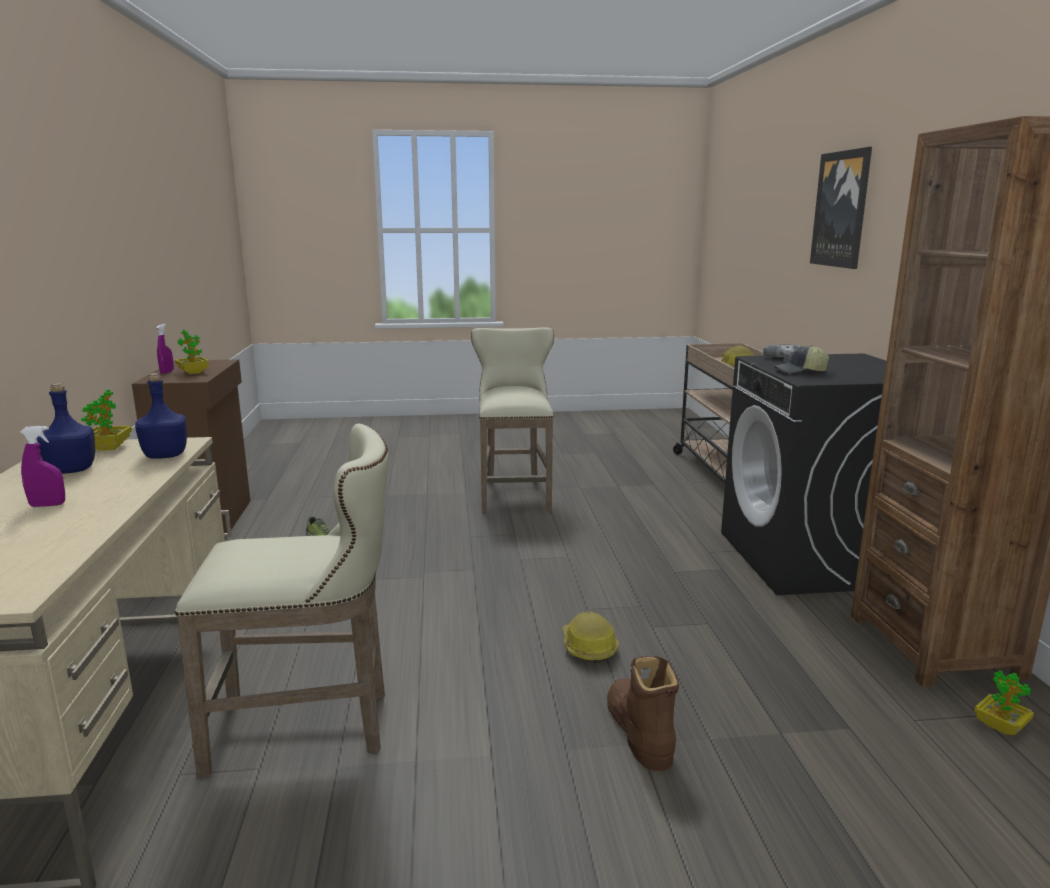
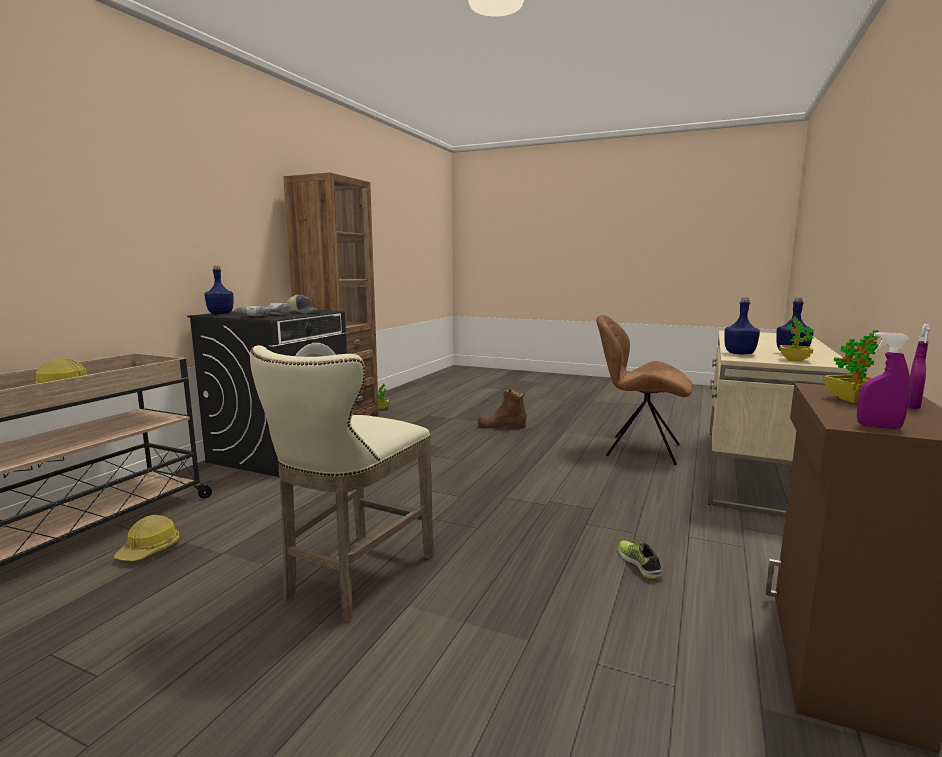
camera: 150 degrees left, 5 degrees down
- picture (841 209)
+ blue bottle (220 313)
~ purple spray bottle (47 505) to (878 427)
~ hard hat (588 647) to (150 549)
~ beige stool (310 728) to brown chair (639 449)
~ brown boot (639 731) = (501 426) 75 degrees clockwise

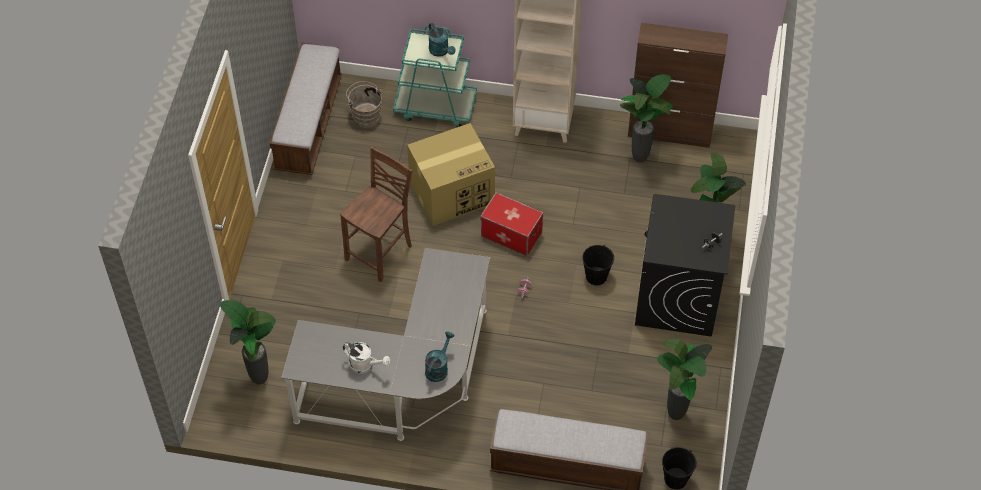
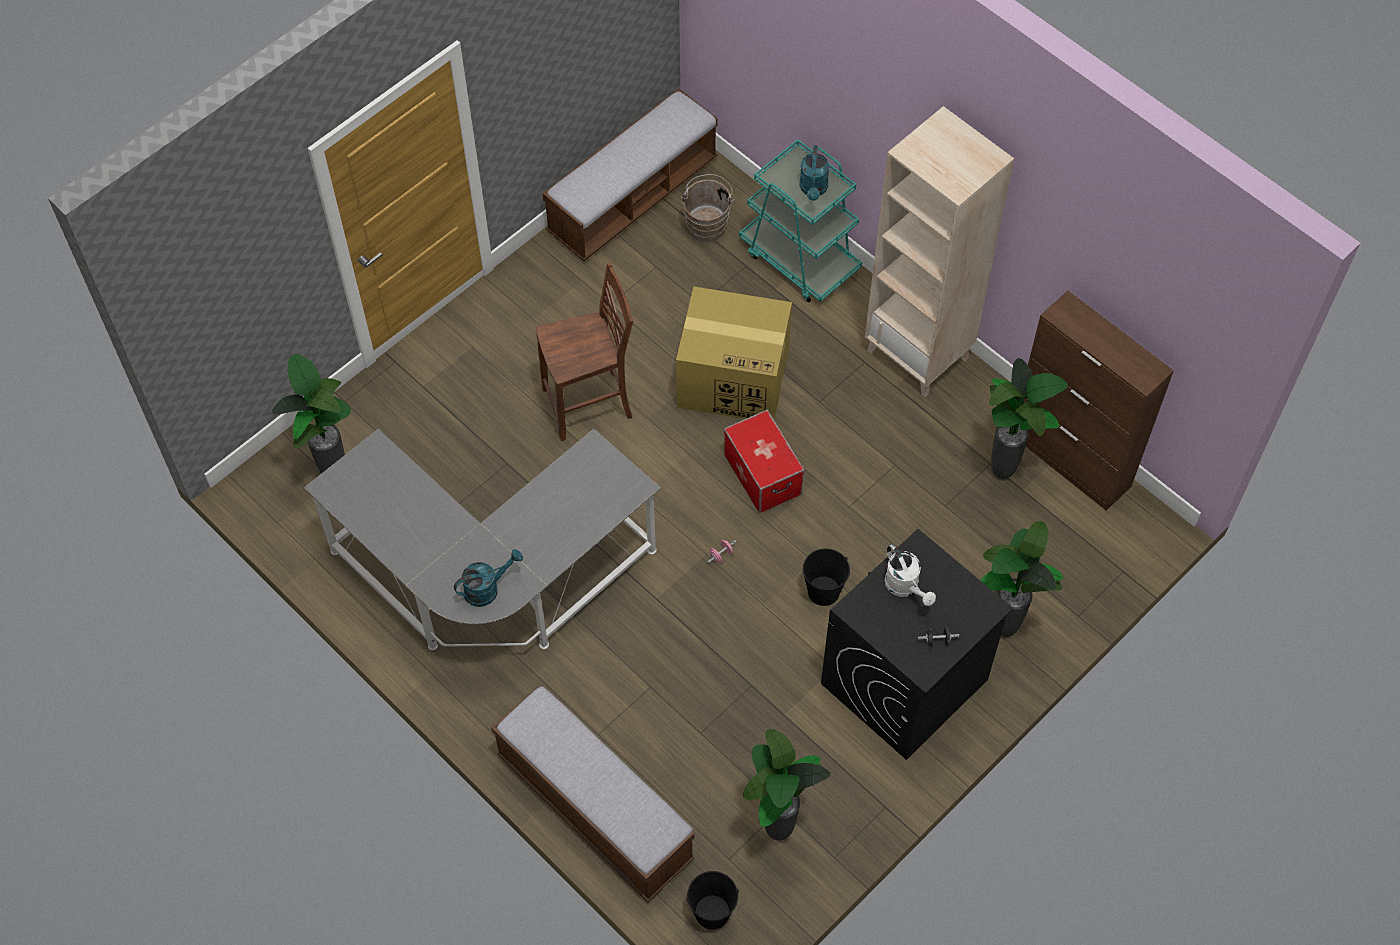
camera: 35 degrees right, 5 degrees up
~ white watering can (365 365) to (905 587)

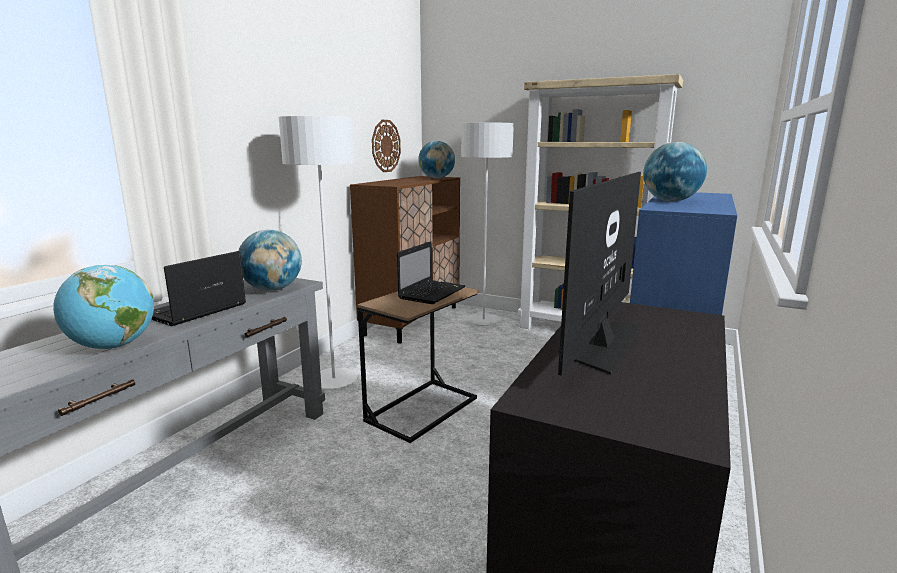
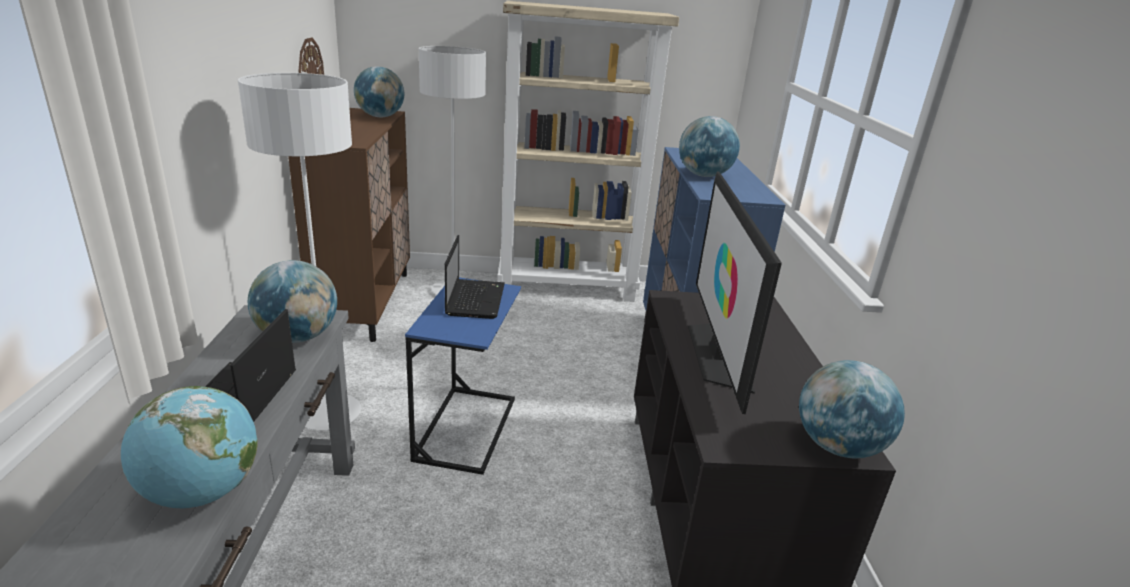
camera: 30 degrees left, 10 degrees up
+ globe (837 446)
~ brown side table (422 409) to blue side table (466 428)

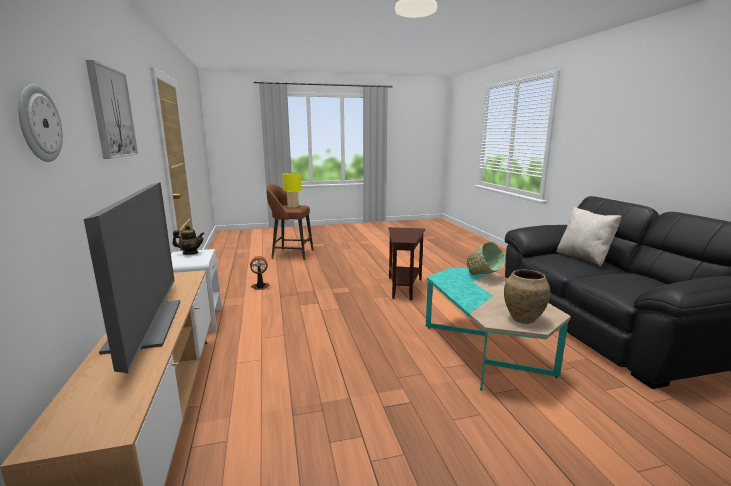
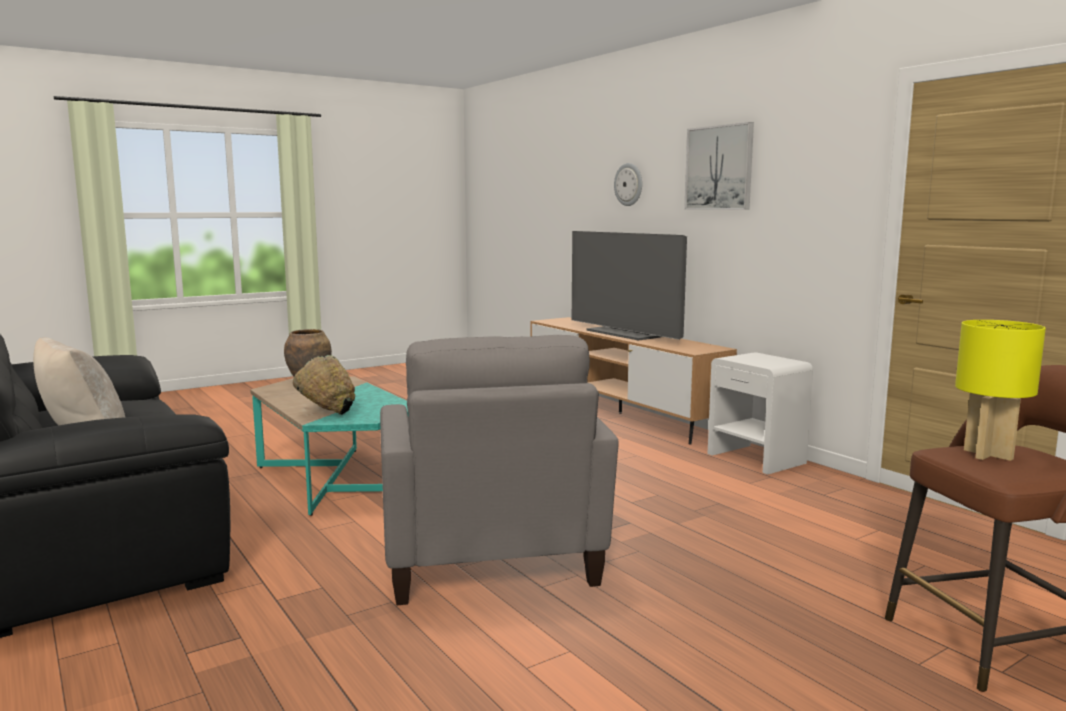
camera: 160 degrees right, 5 degrees down
- teapot (190 253)
- fan (260 287)
~ brown side table (404 287) to grey armchair (489 561)
~ green bowl (484 277) to black bowl (327 413)

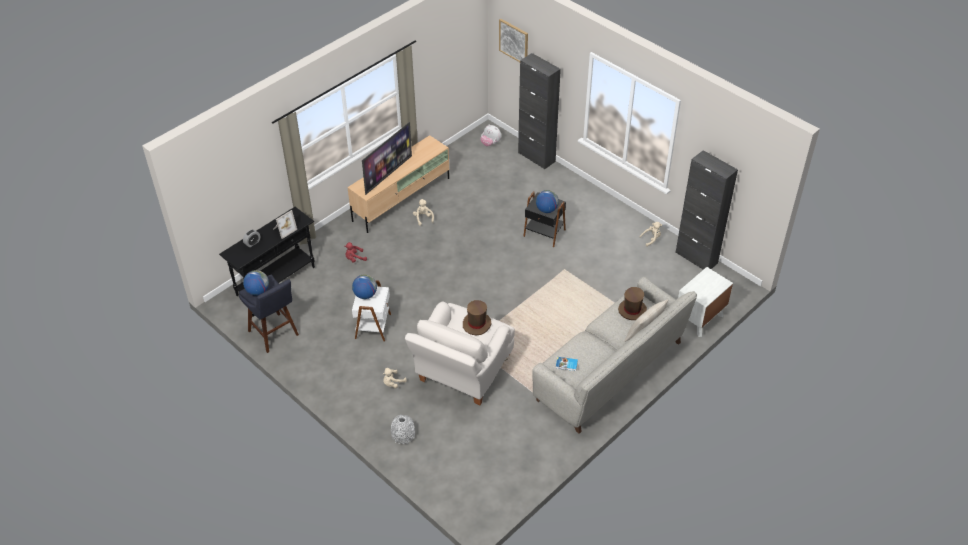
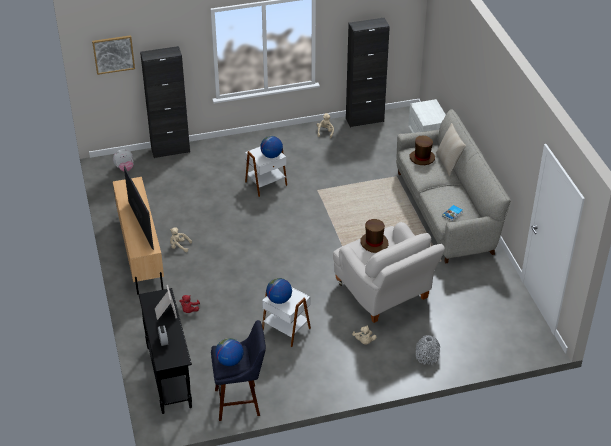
camera: 60 degrees left, 5 degrees down
~ black side table (544 233) to white side table (266 184)

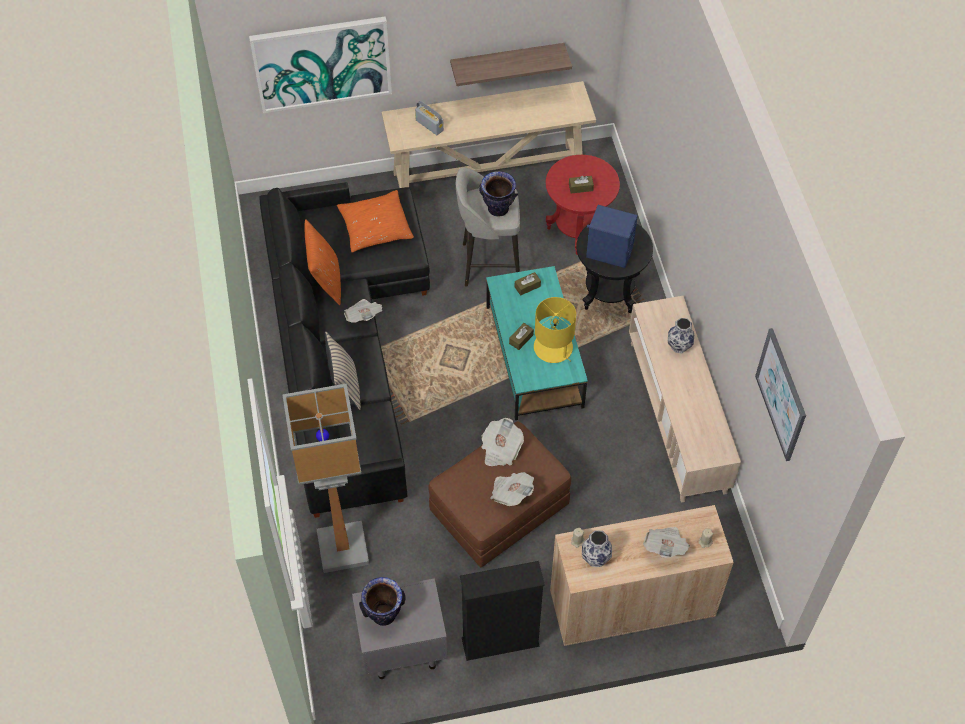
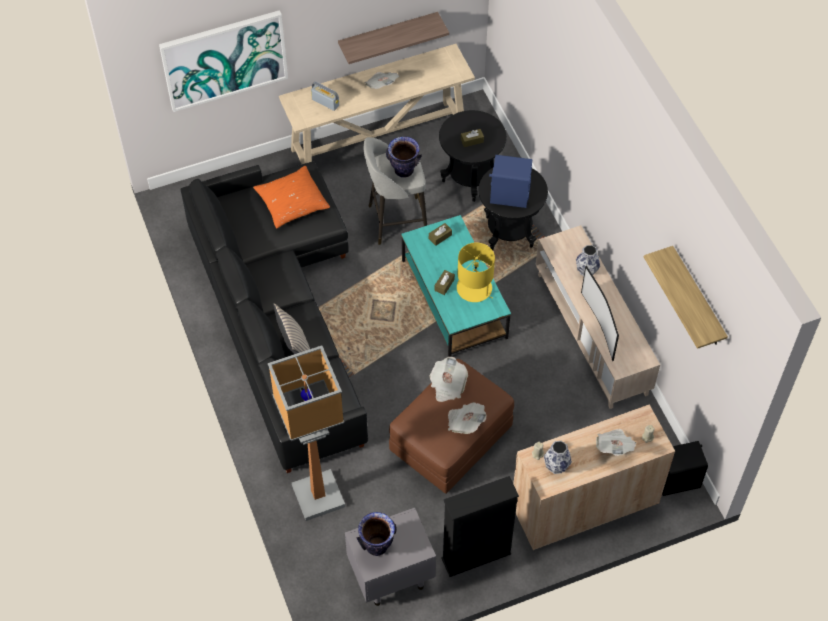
camera: 10 degrees left, 0 degrees up
- orange pillow (326 280)
+ television (600 325)
+ black speaker (677 479)
~ newspaper (363 316) to (381 85)
~ picture (781 394) to shelf (697 299)
~ red side table (578 230) to black side table (470 179)

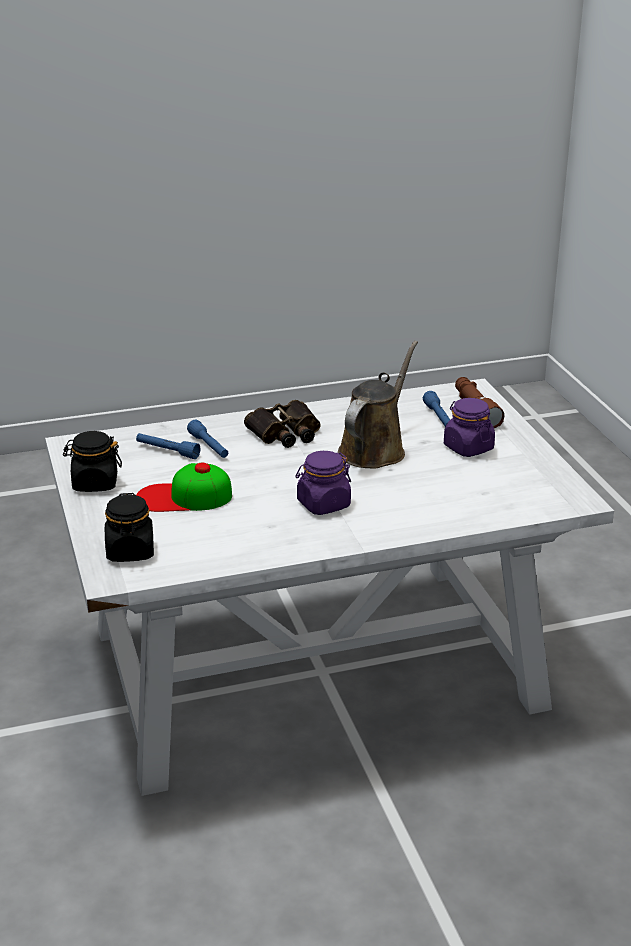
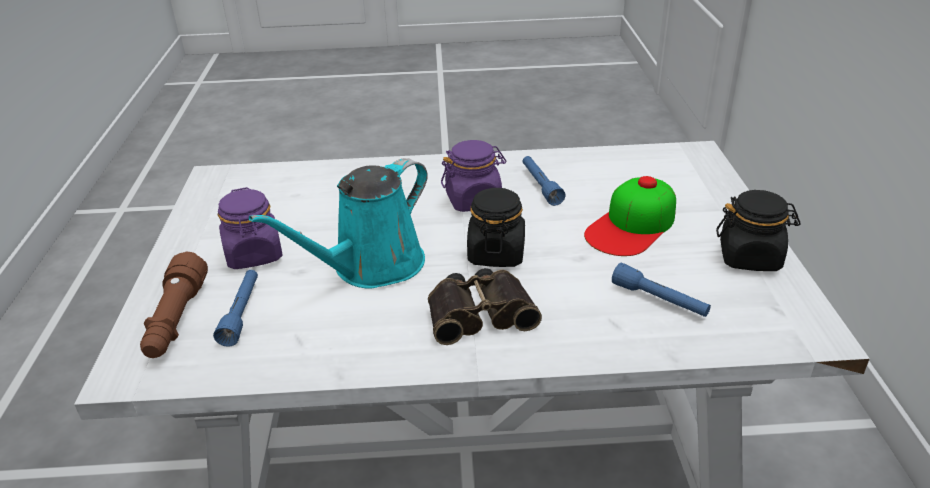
camera: 165 degrees left, 5 degrees up
~ black jar (130 551) to (496 253)
~ blue flashlight (209 447) to (540 186)
~ brown watering can (375 449) to turquoise watering can (371 267)
~ cap (183 497) = (632 226) 120 degrees clockwise

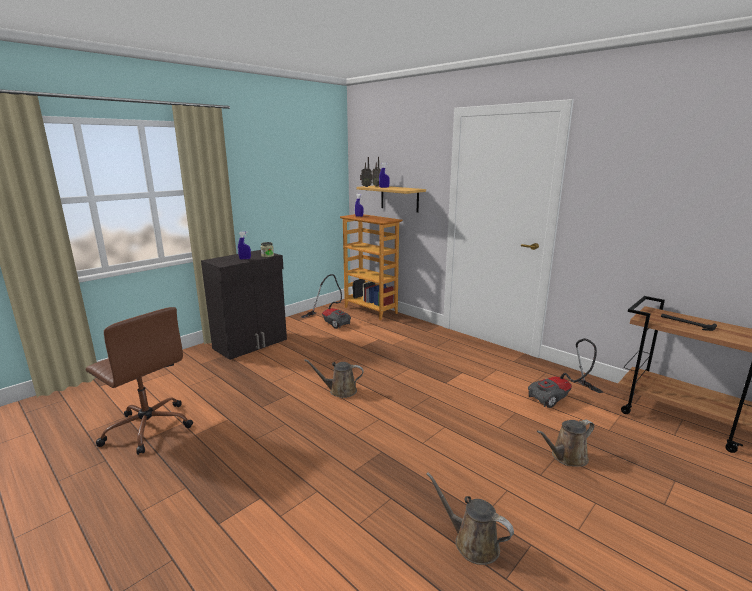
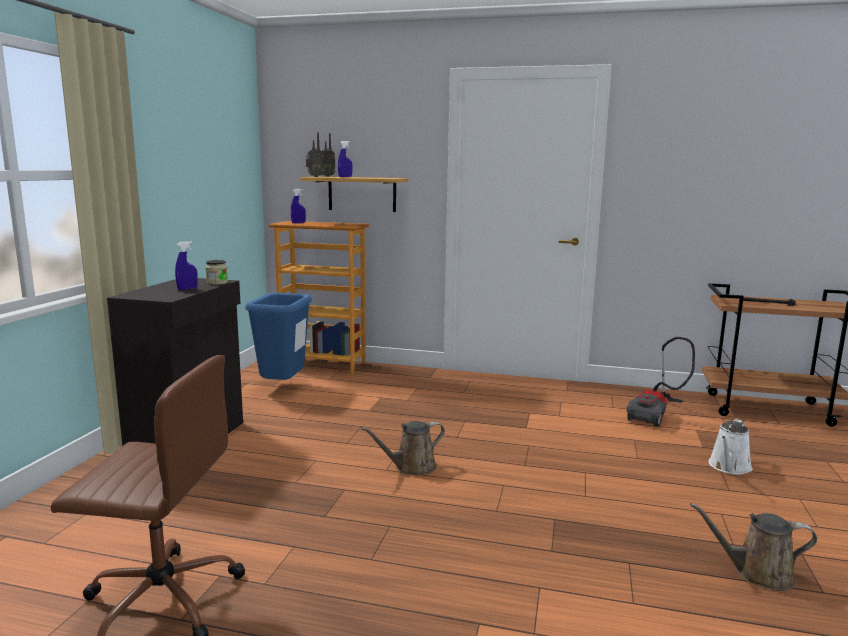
camera: 30 degrees left, 5 degrees down
~ vacuum cleaner (331 321) to blue trash can (282 388)
~ brown watering can (566 457) to white watering can (729 467)

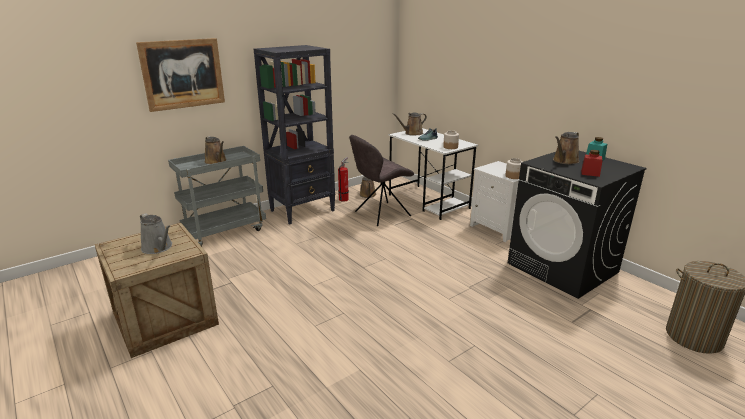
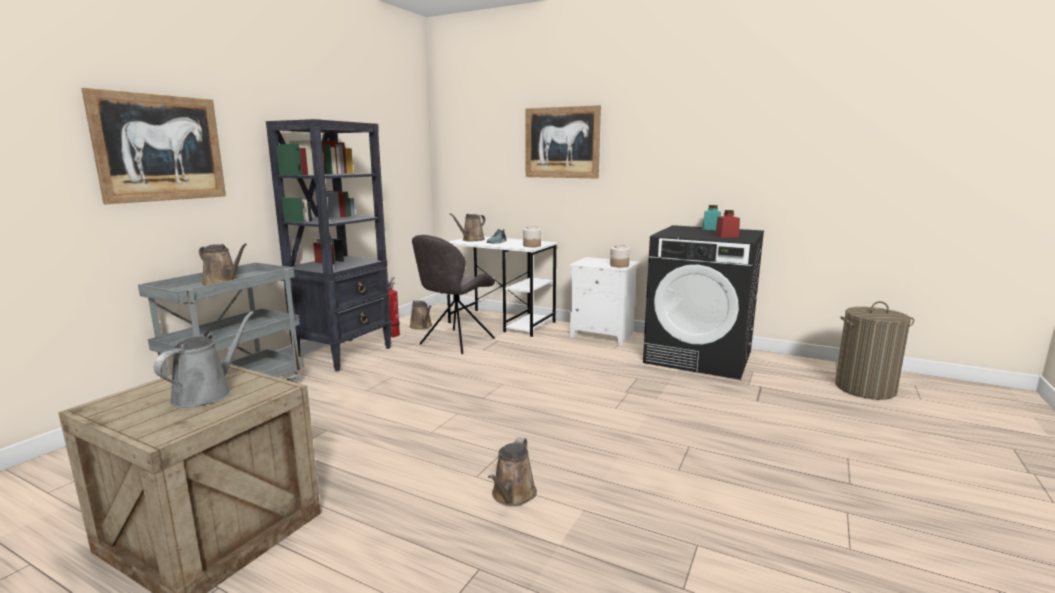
camera: 25 degrees left, 10 degrees down
+ picture (562 142)
~ brown watering can (564 161) to (512 496)
~ grey watering can (158 248) = (206 394) 90 degrees counterclockwise

